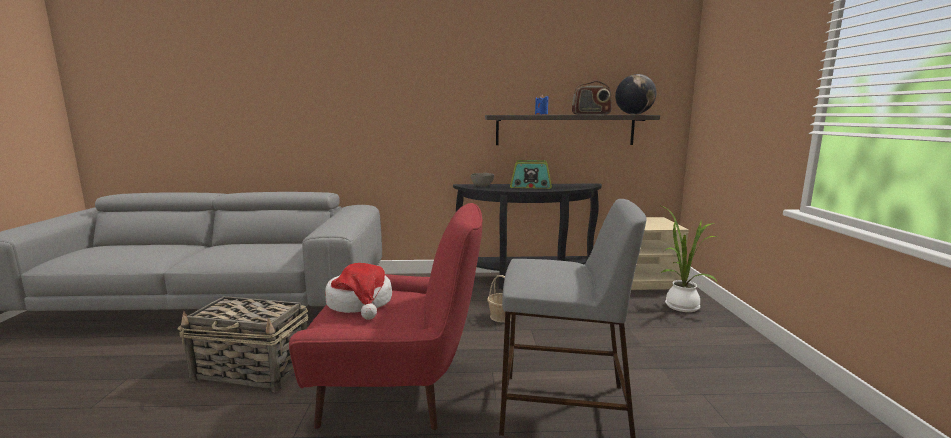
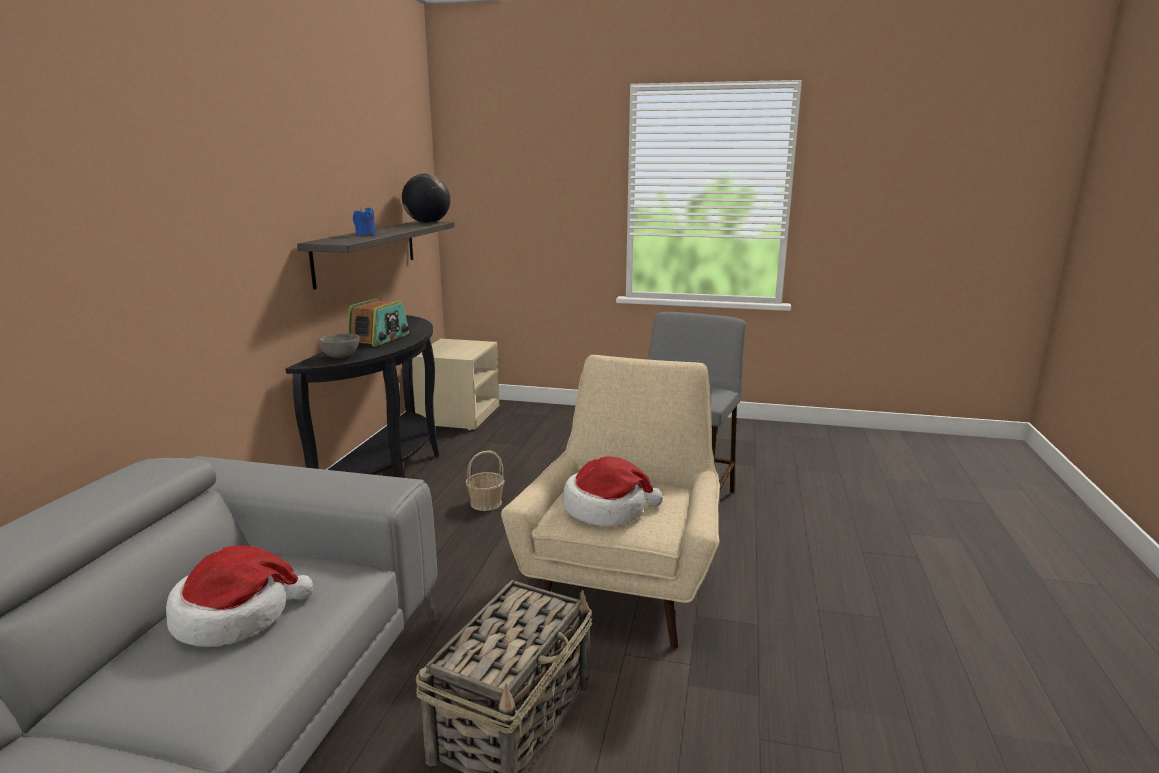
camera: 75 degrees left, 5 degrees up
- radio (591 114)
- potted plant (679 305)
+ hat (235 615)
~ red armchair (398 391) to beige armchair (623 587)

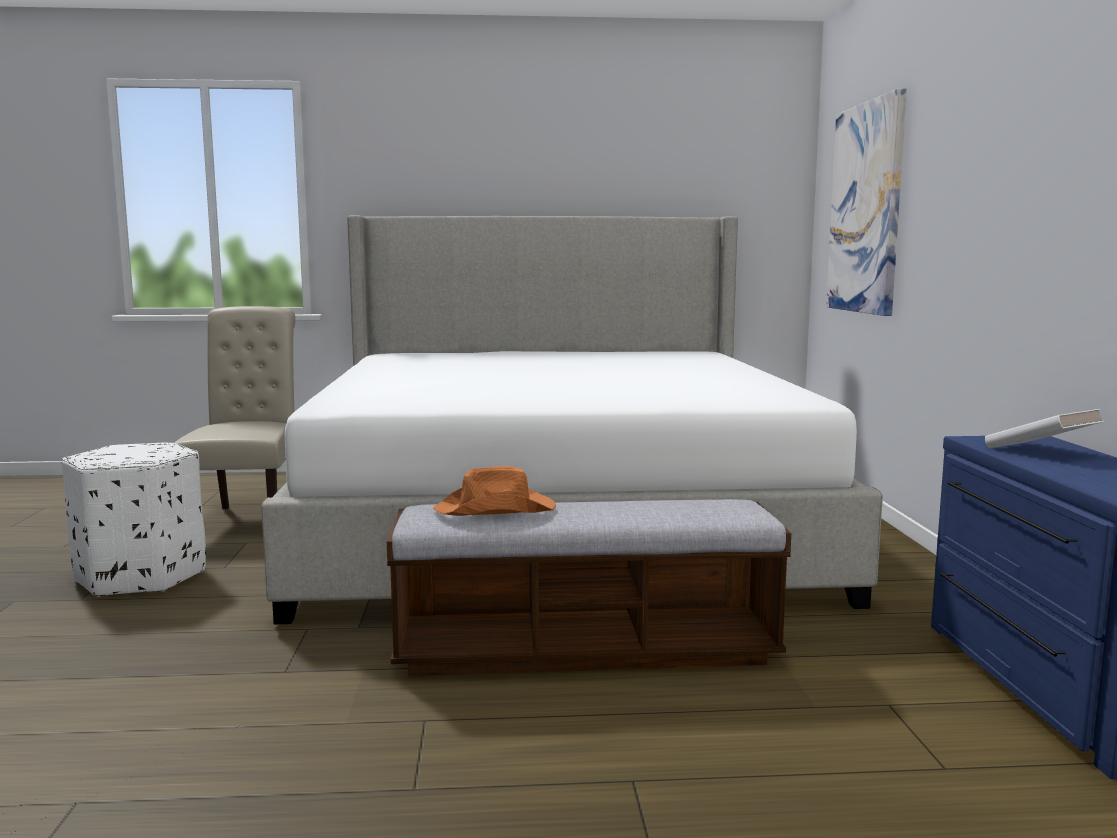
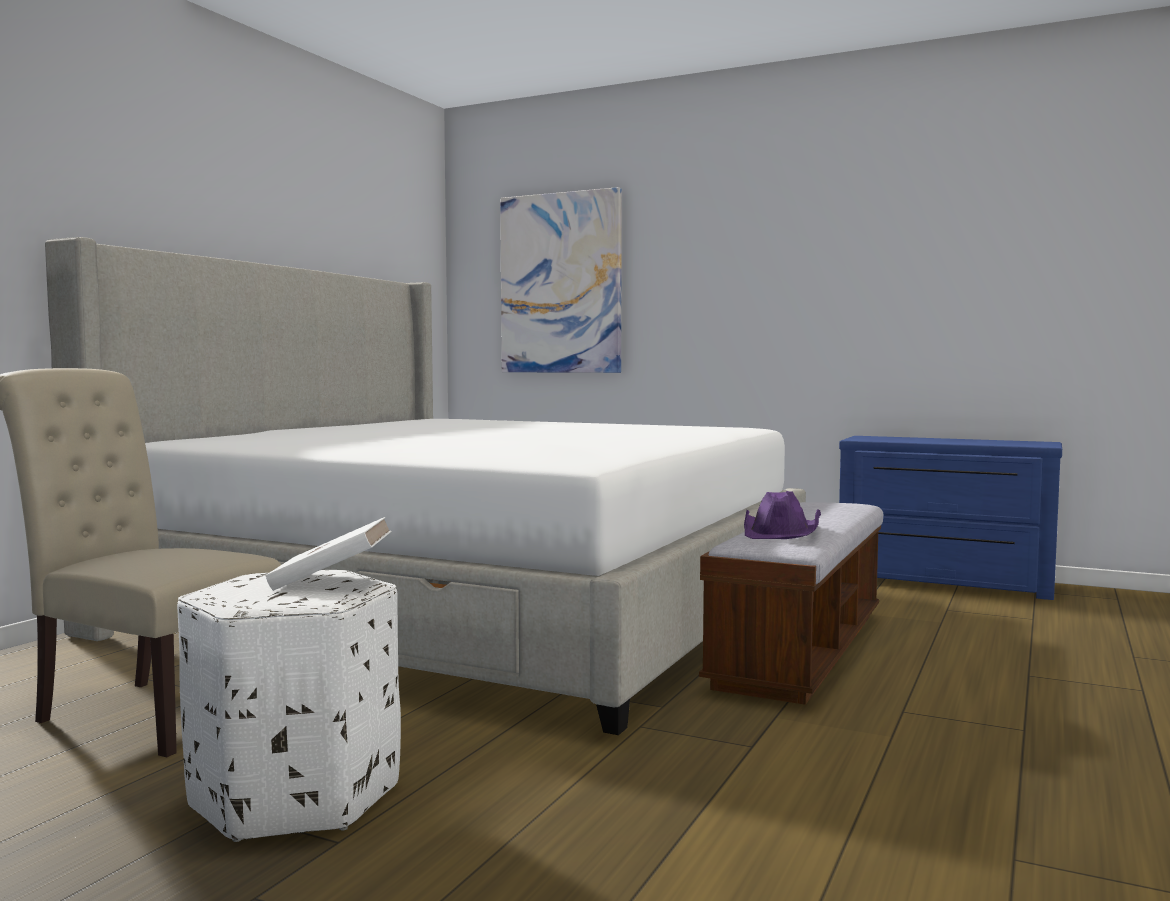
camera: 60 degrees left, 5 degrees down
~ white book (1040 451) to (331 581)
~ orange hat (496 510) to purple hat (782 532)

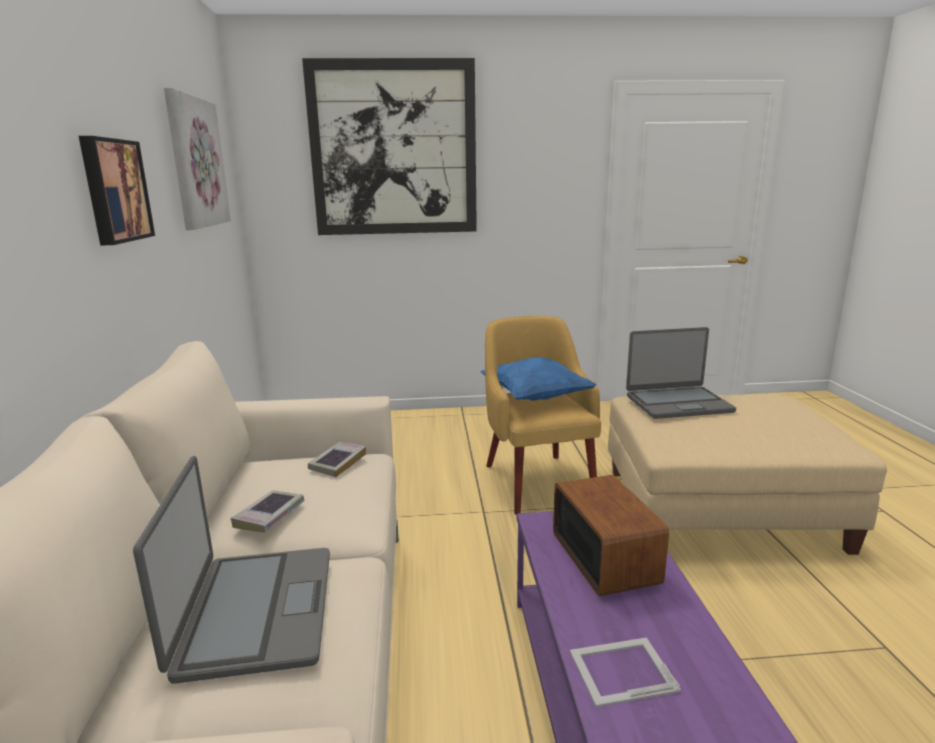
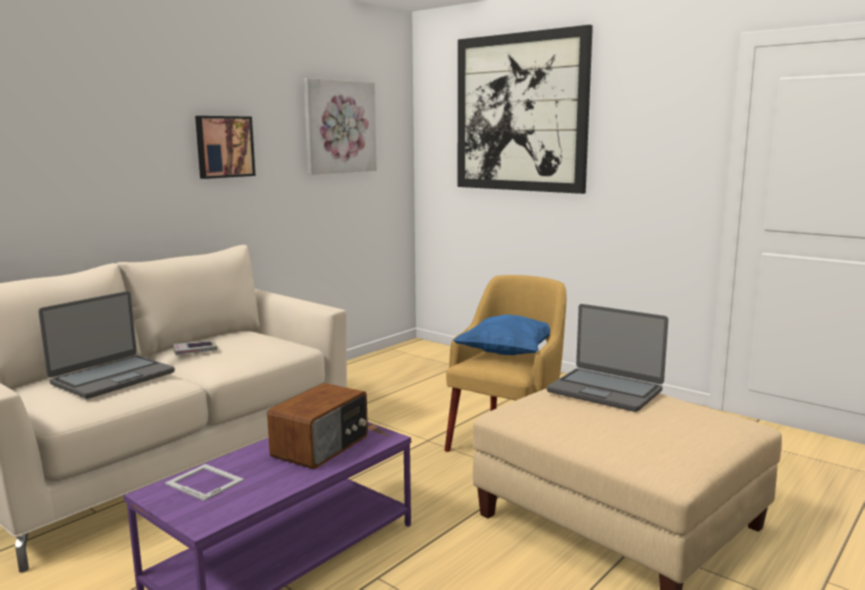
camera: 45 degrees right, 5 degrees down
- book (338 463)

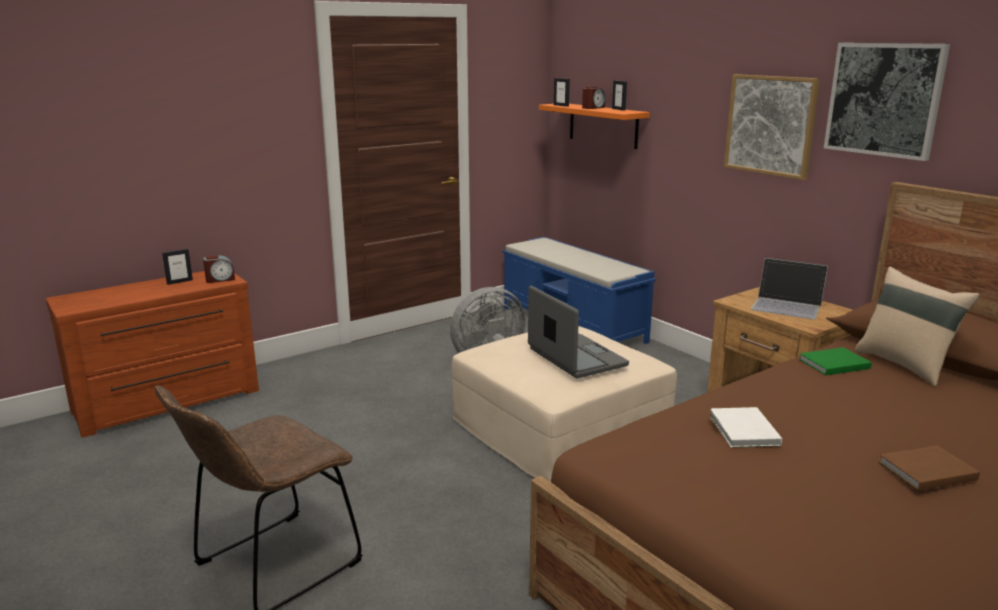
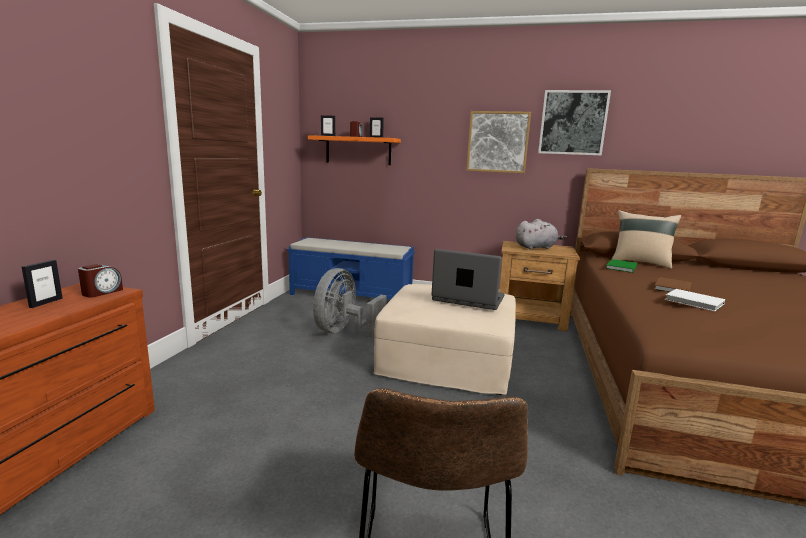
camera: 40 degrees left, 5 degrees down
~ brown book (924 470) to (671 288)
~ laptop (787 305) to grey plush toy (536 247)

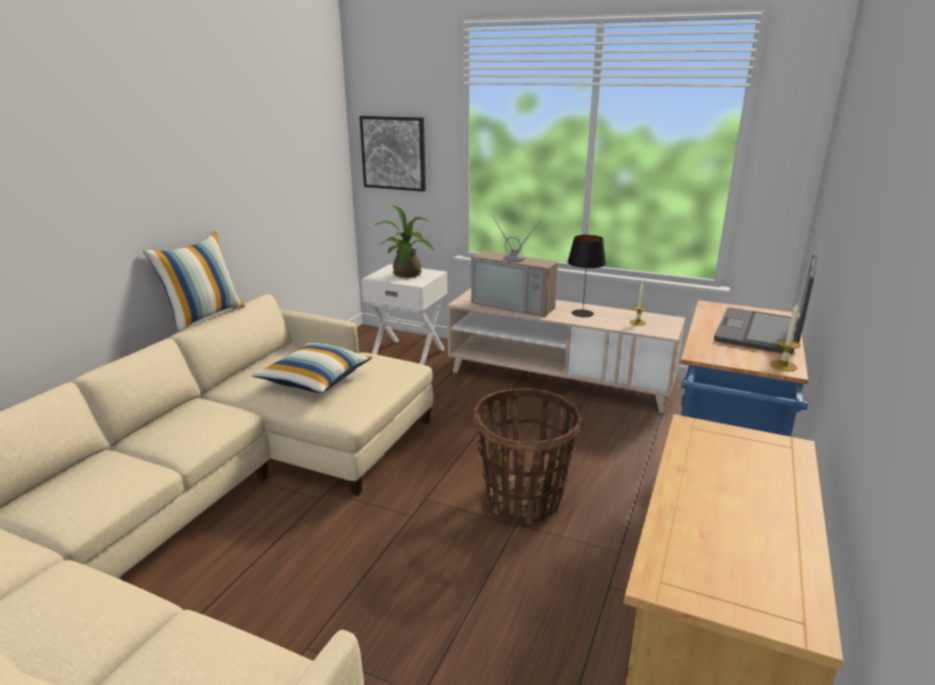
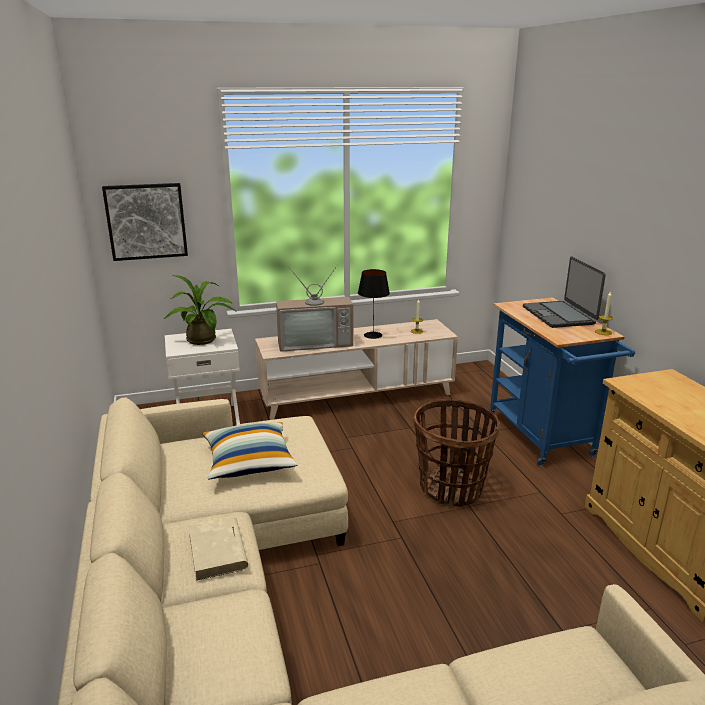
camera: 40 degrees left, 0 degrees up
- pillow (204 316)
+ beige book (218 551)

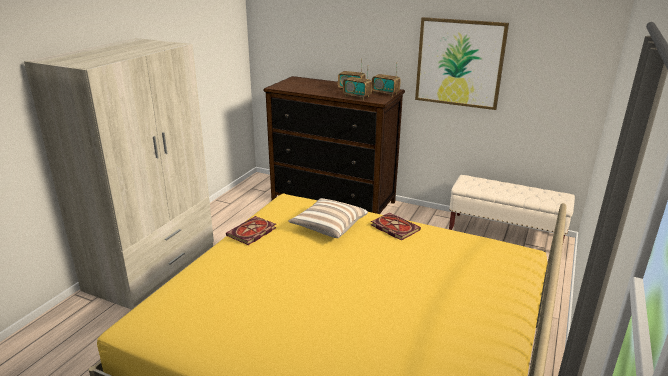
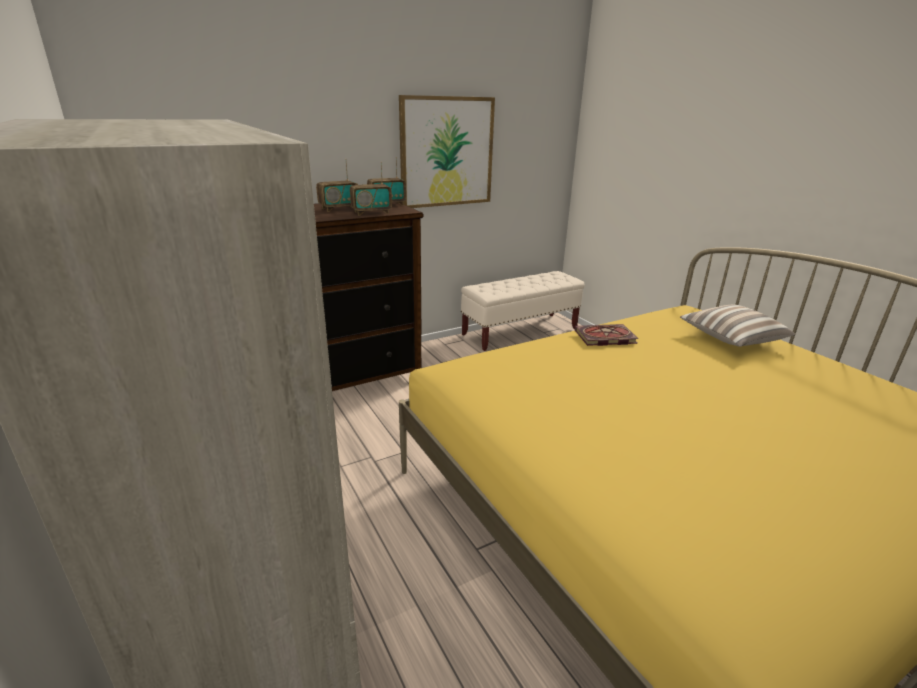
camera: 55 degrees left, 0 degrees up
- book (251 233)
~ pillow (328 227) to (731 339)

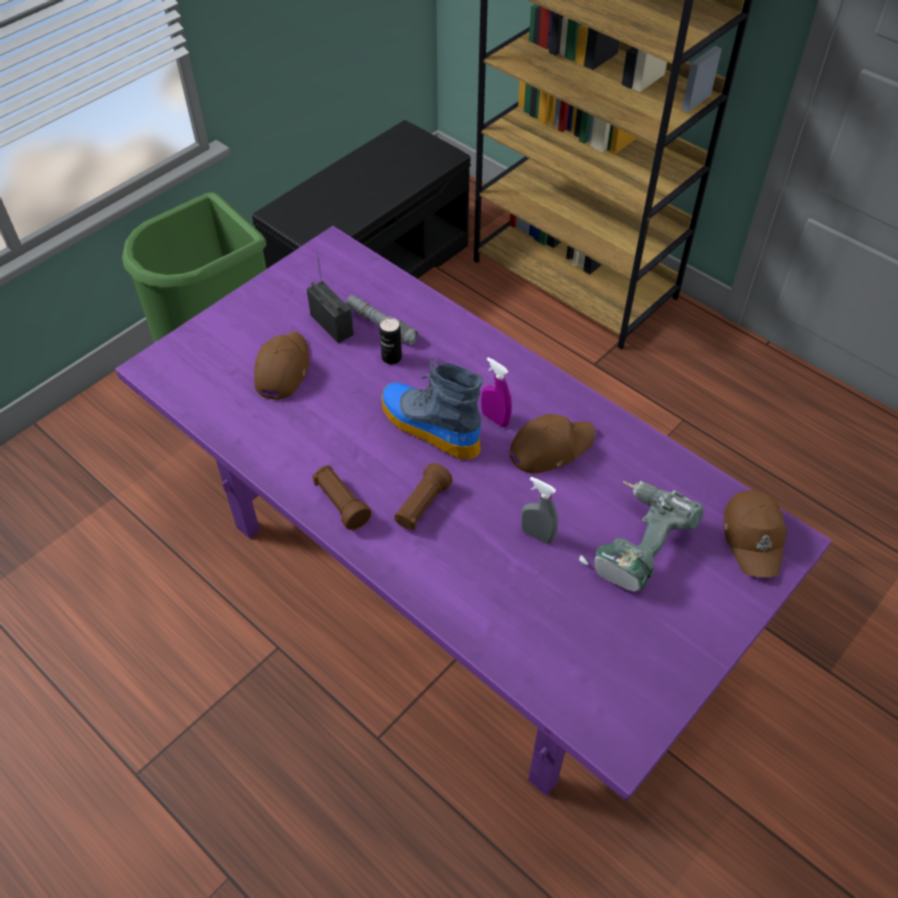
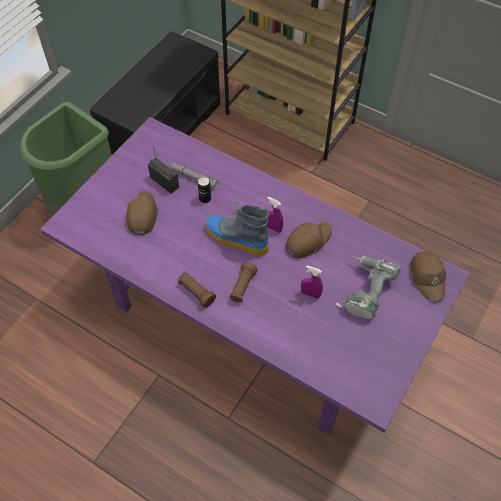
camera: 10 degrees left, 5 degrees up
~ grey spray bottle (537 535) to purple spray bottle (310 294)

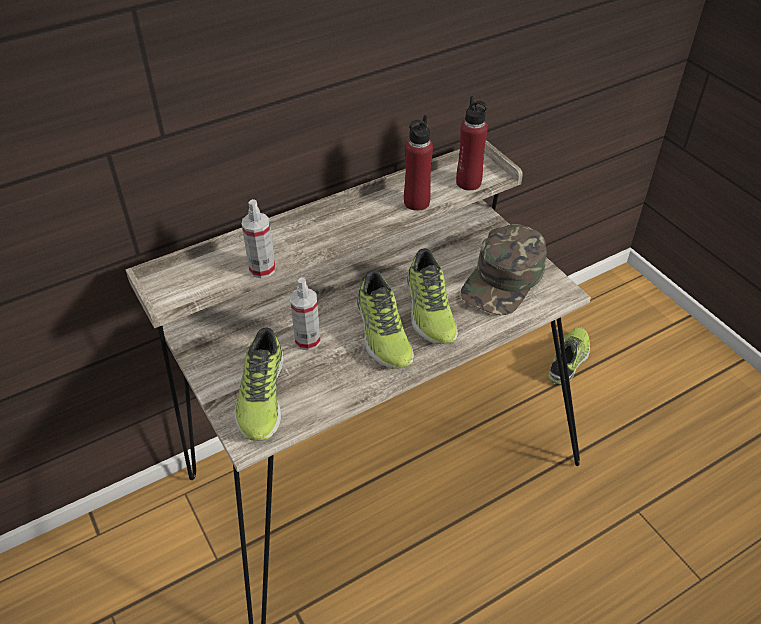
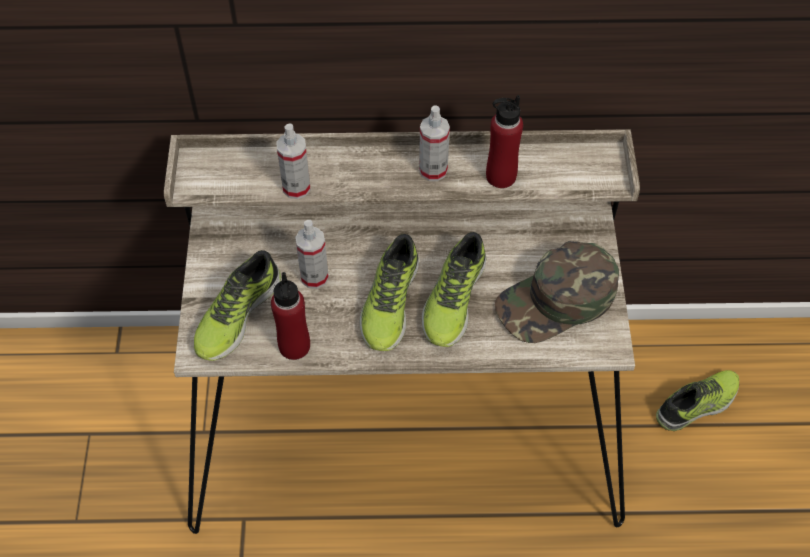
camera: 30 degrees right, 10 degrees up
+ spray bottle (433 170)
~ red bottle (468 183) to (294 346)

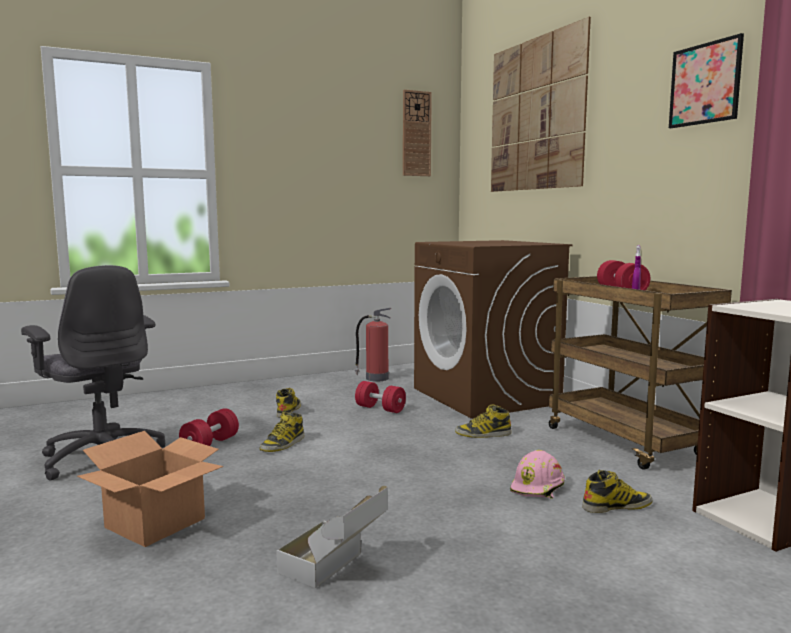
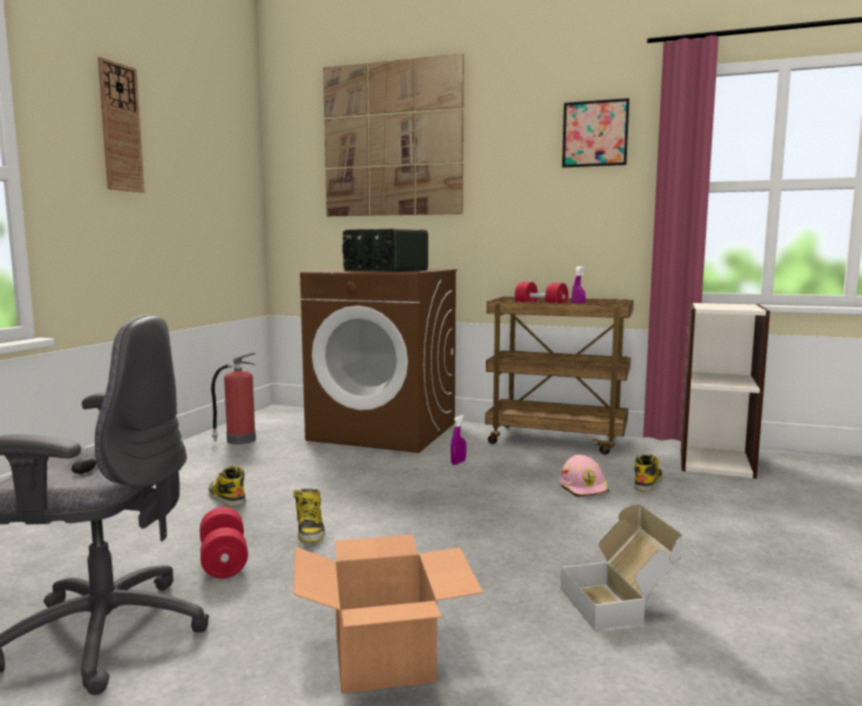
camera: 45 degrees left, 0 degrees up
- red dumbbell (380 409)
+ radio (384 270)
~ wall clock (416 134) to (120 128)
~ boot (483 434) to purple spray bottle (458 462)

